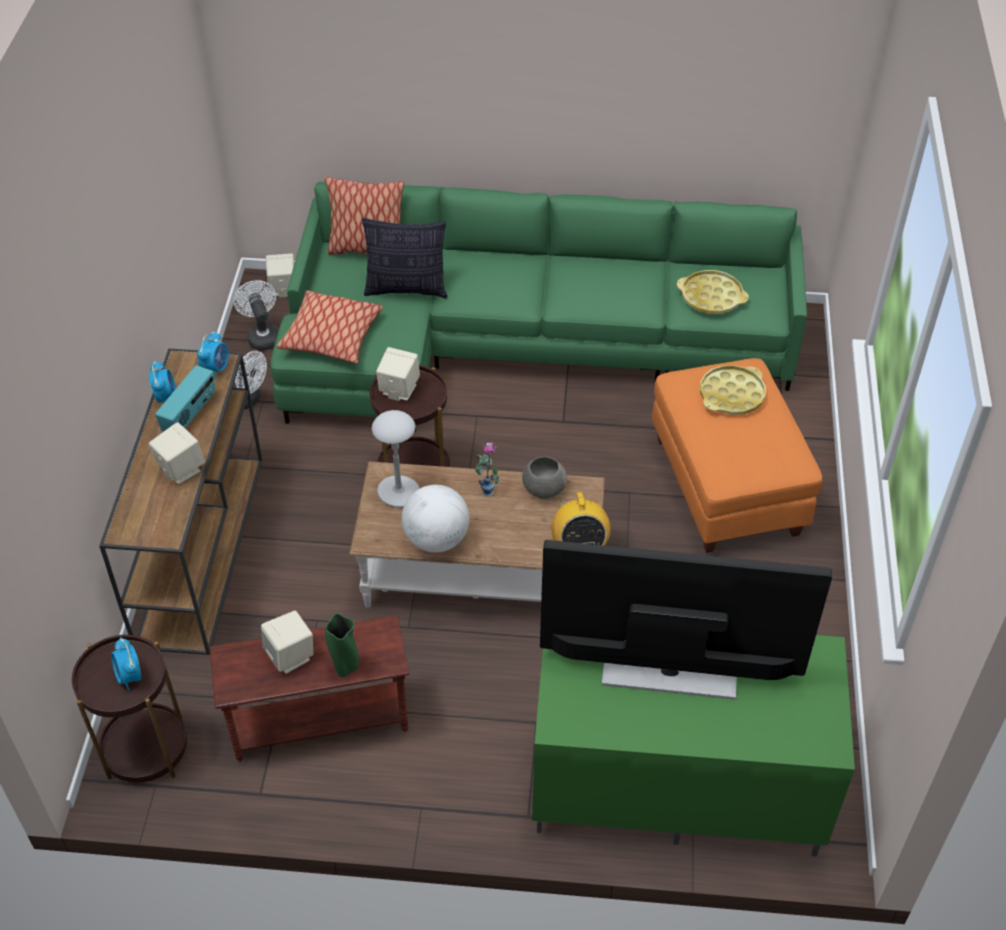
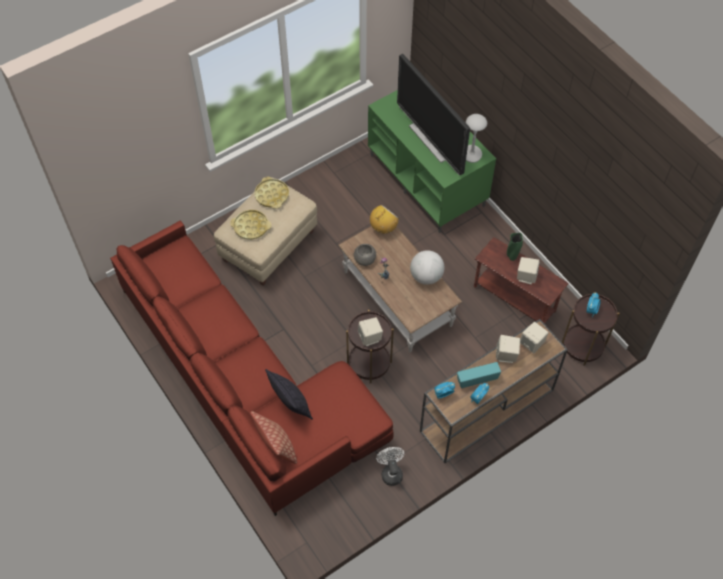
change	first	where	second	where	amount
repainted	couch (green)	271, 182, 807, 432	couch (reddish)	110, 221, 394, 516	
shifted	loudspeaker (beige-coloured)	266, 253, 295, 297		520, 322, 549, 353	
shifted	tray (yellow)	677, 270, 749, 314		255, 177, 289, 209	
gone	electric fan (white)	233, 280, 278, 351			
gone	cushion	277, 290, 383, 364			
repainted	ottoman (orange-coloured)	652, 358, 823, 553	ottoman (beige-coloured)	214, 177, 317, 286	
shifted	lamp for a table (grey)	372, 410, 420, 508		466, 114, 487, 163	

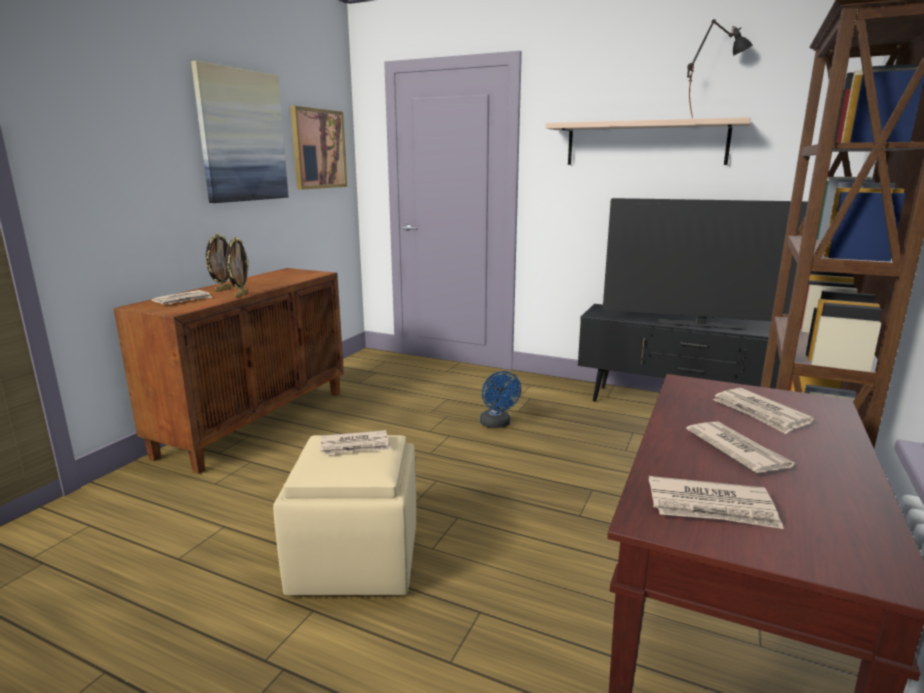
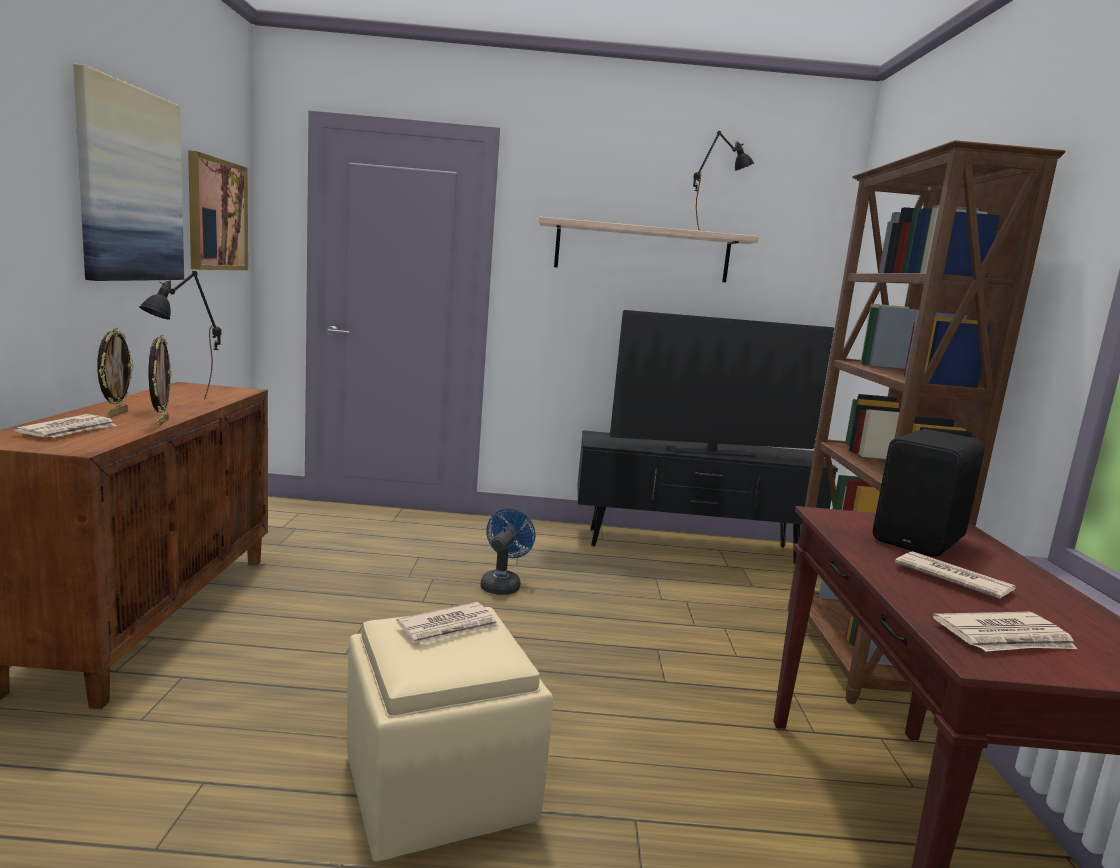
change	first	where	second	where	amount
rotated	electric fan (bluish)	480, 371, 521, 428		481, 508, 535, 595	120 degrees counterclockwise
swapped	newspaper	713, 388, 814, 434	loudspeaker (black)	873, 429, 985, 557	
new			lamp for a table (black)	139, 271, 222, 399	

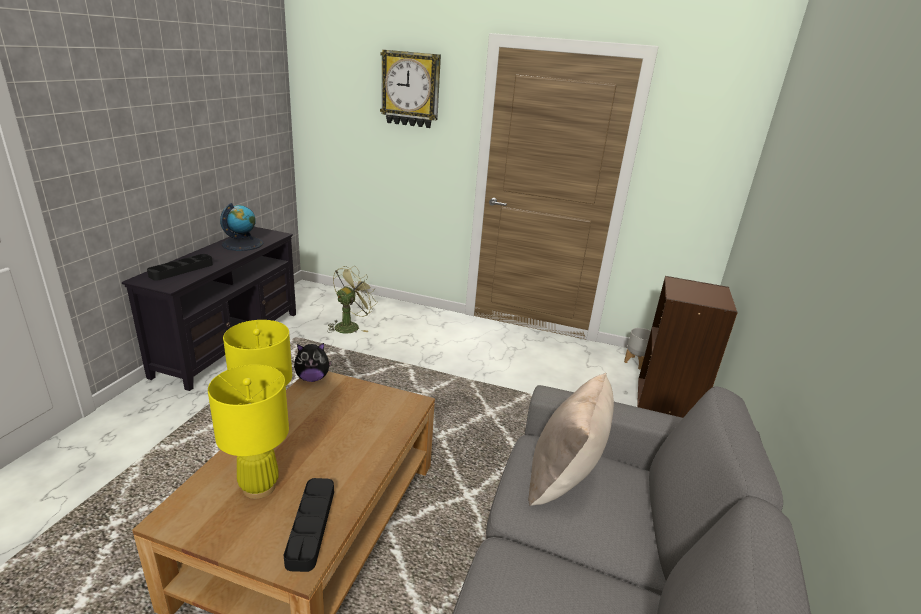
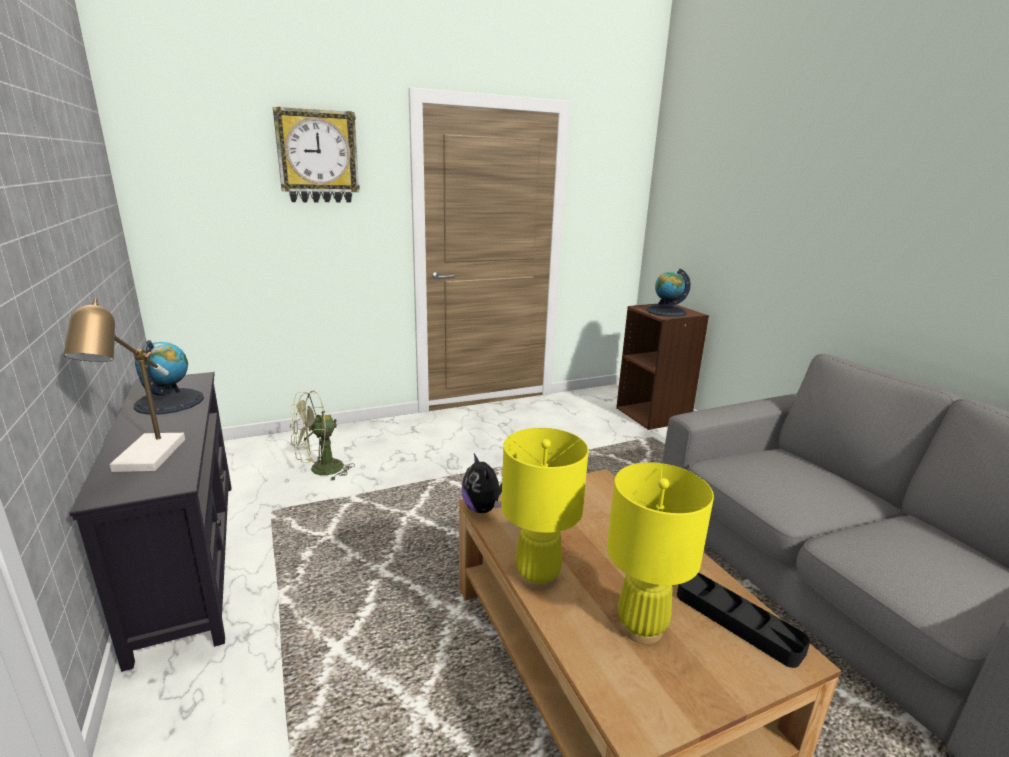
change	first	where	second	where	amount
swapped	tray (black)	147, 254, 213, 281	lamp for a table	63, 298, 185, 472	
rotated	electric fan (green)	327, 266, 377, 334		289, 390, 355, 481	120 degrees counterclockwise
gone	flower pot (grey)	624, 328, 651, 369			
rotated	cuddly toy	294, 343, 332, 382		461, 453, 502, 513	120 degrees clockwise
gone	cushion (beige-coloured)	528, 373, 614, 506			
new			globe	647, 268, 691, 317	

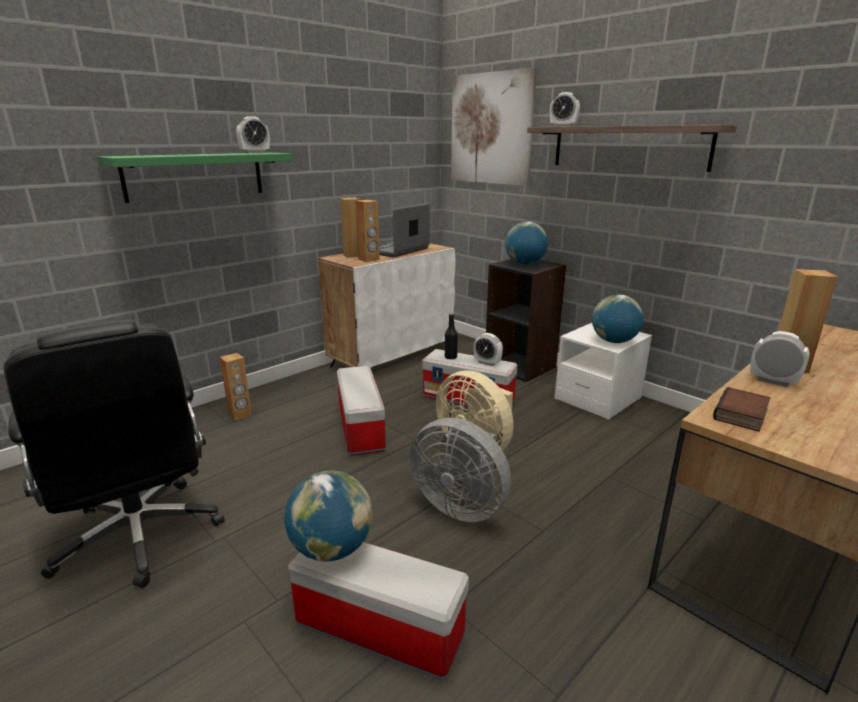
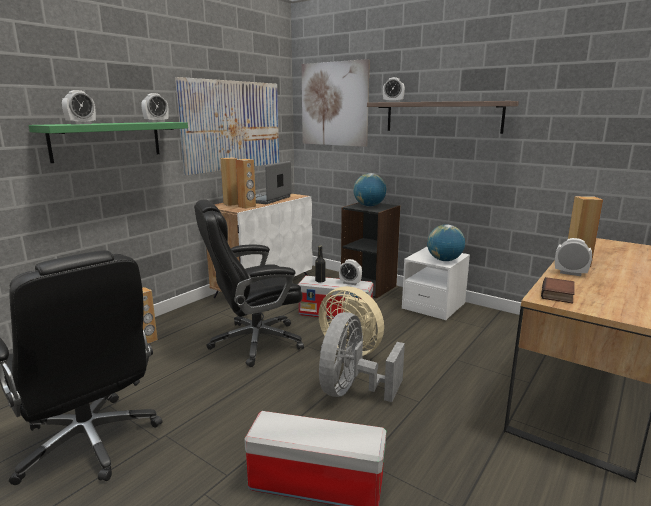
change	first	where	second	where	amount
swapped	storage box	337, 366, 386, 455	office chair (black)	194, 199, 304, 367	
rotated	electric fan (grey)	410, 418, 511, 522		319, 312, 405, 402	90 degrees clockwise
gone	globe	284, 471, 373, 562			
new			wall art	175, 77, 279, 175	
new			bedside clock	62, 90, 96, 124	

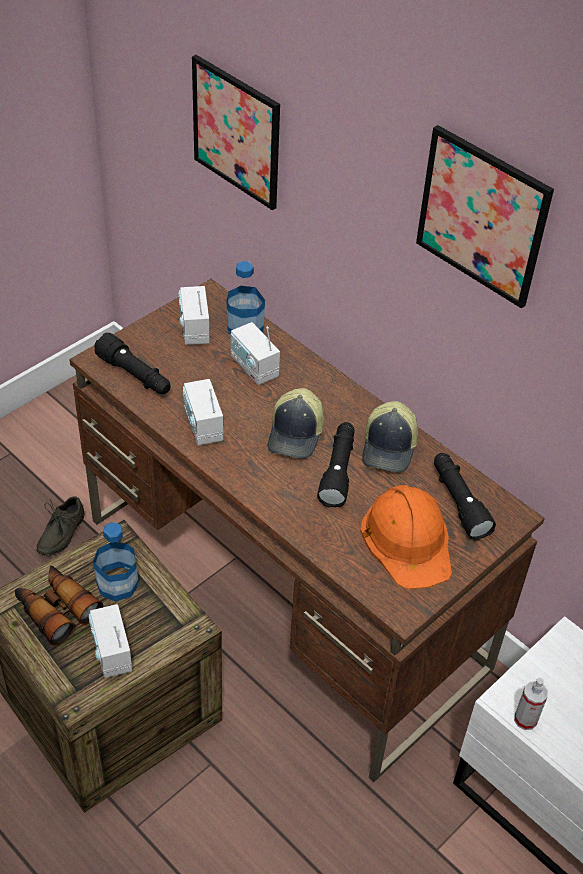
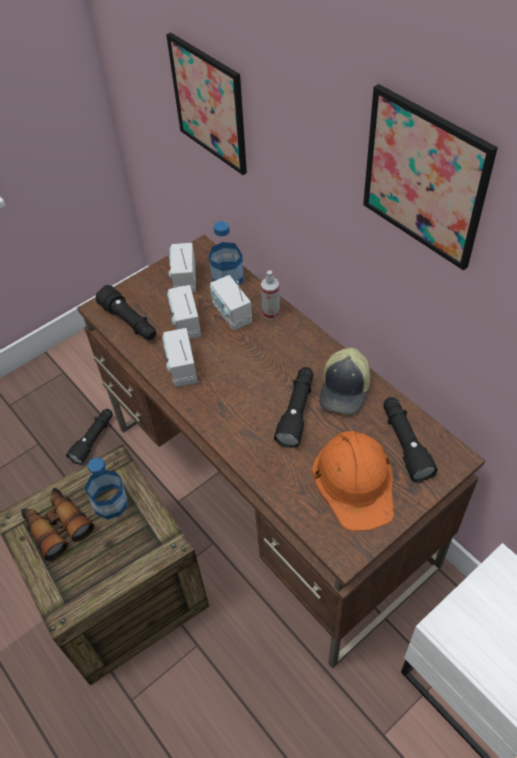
change	first	where	second	where	amount
gone	baseball cap	268, 388, 324, 459			
swapped	item of footwear (grey)	36, 496, 84, 556	torch (black)	66, 409, 113, 465	
shifted	radio	89, 604, 132, 678		167, 285, 201, 339	
shifted	sprayer	514, 678, 548, 730		261, 270, 280, 320	

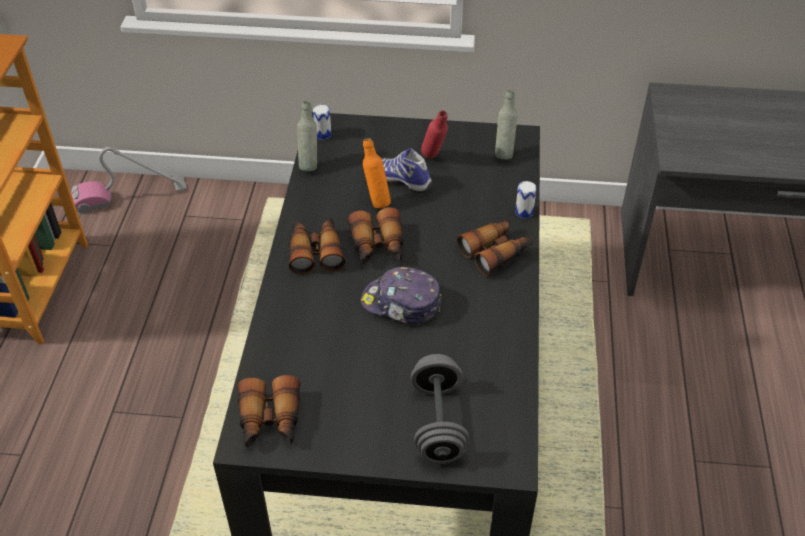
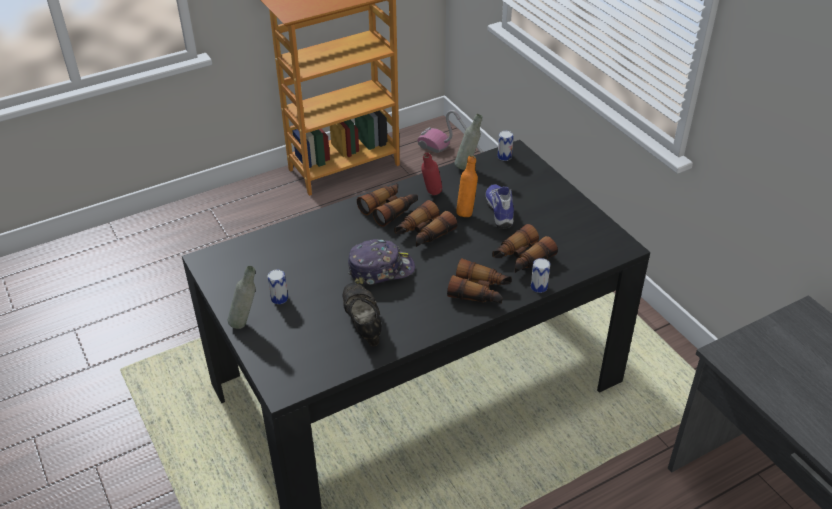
change	first	where	second	where	amount
shifted	drink bottle (grey)	495, 90, 518, 160		228, 266, 256, 329	
shifted	drink bottle (reddish)	421, 110, 448, 159		421, 152, 442, 195	
rotated	baseball cap	361, 267, 442, 324		348, 239, 415, 285	90 degrees clockwise
gone	dumbbell (grey)	411, 354, 469, 464			
shifted	binoculars	237, 375, 301, 447		492, 224, 558, 273	
new			metal can	267, 270, 288, 304	
new			item of footwear (black)	343, 283, 382, 347	

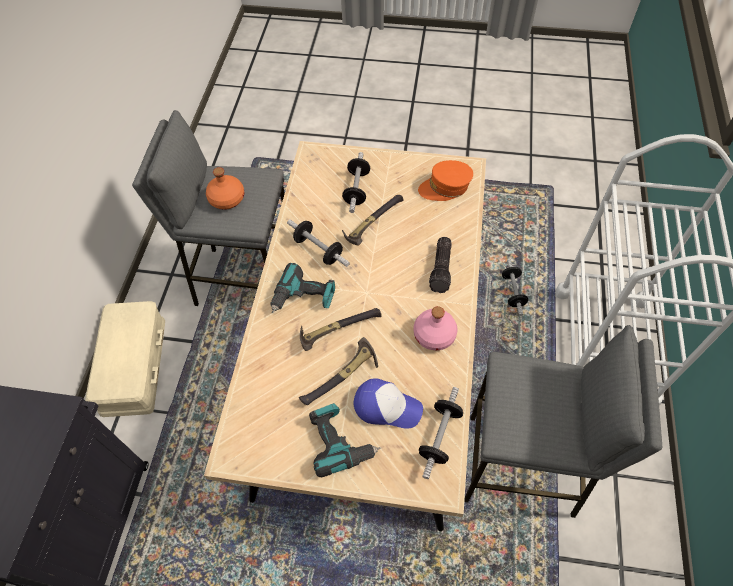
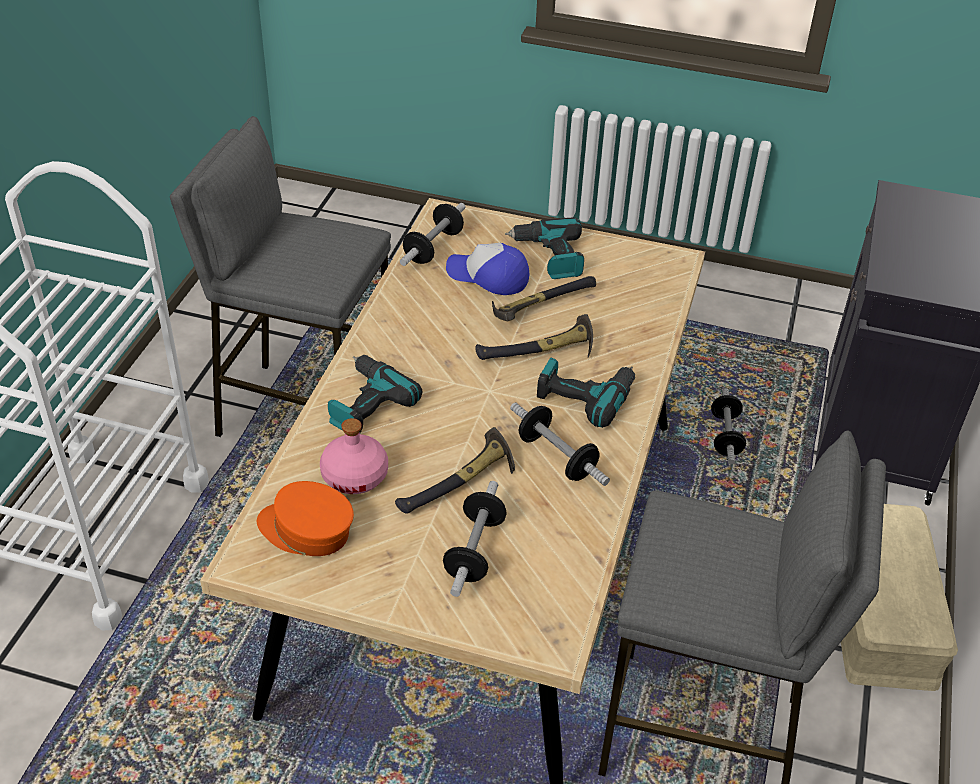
change	first	where	second	where	amount
rotated	baseball cap (orange-coloured)	418, 160, 473, 201		257, 481, 354, 556	150 degrees counterclockwise
gone	drink bottle (orange-coloured)	206, 167, 244, 210			
swapped	torch	429, 237, 452, 293	electric drill	328, 355, 422, 433	
shifted	dumbbell	502, 259, 528, 316		711, 388, 746, 464	
shifted	drink bottle (pink)	414, 306, 458, 350		320, 418, 388, 494	

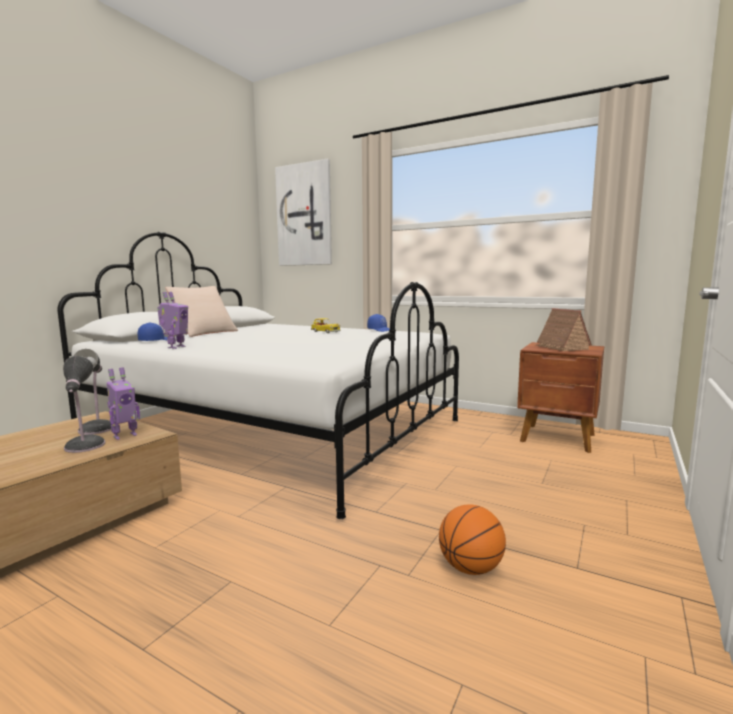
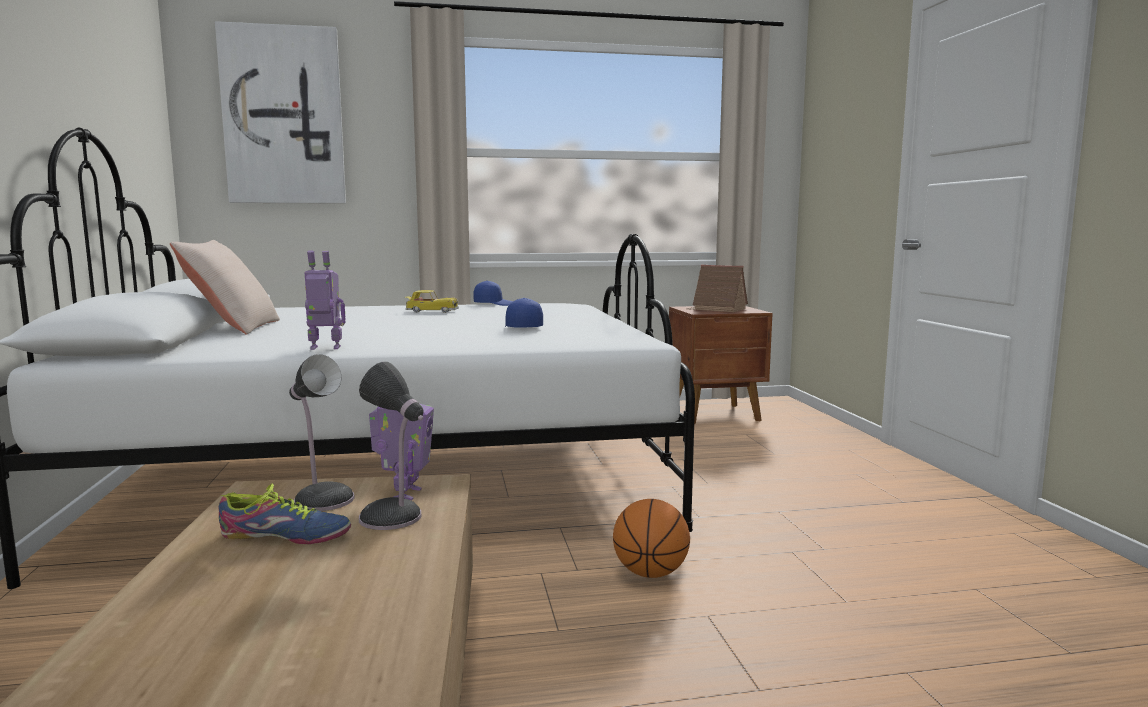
change	first	where	second	where	amount
rotated	toy robot	157, 292, 188, 349		305, 250, 346, 350	75 degrees counterclockwise
shifted	baseball cap (bluish)	138, 323, 167, 341		505, 298, 543, 328	
shifted	basketball	439, 504, 506, 575		613, 499, 690, 578	
new			item of footwear	219, 483, 351, 544	

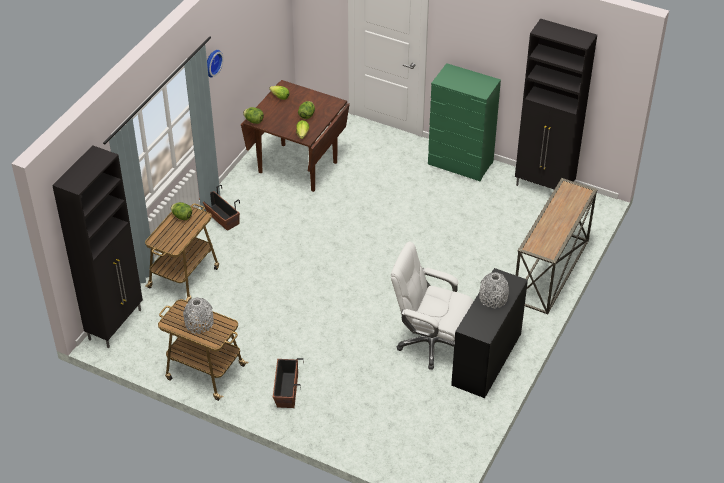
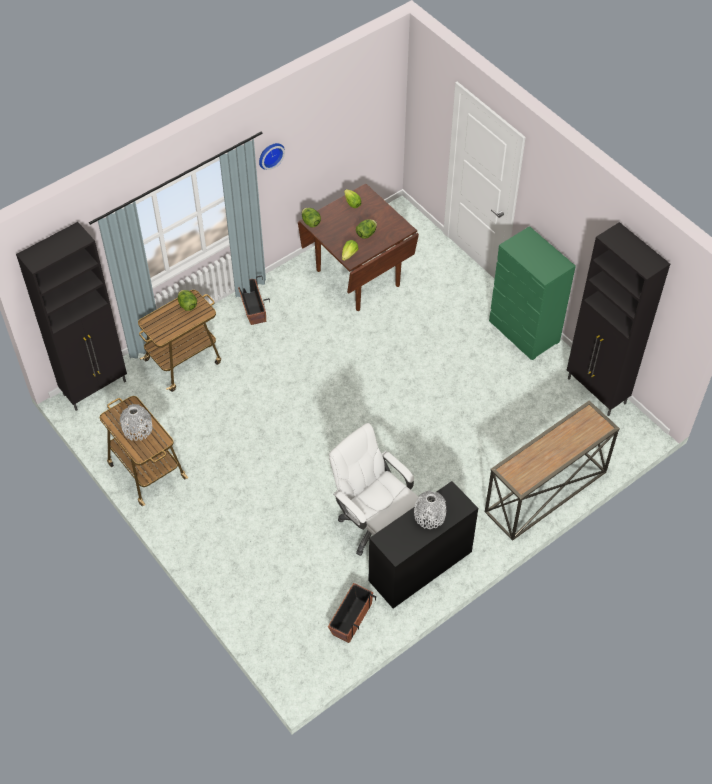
change	first	where	second	where	amount
shifted	flower pot	273, 358, 303, 408		328, 583, 376, 643	

